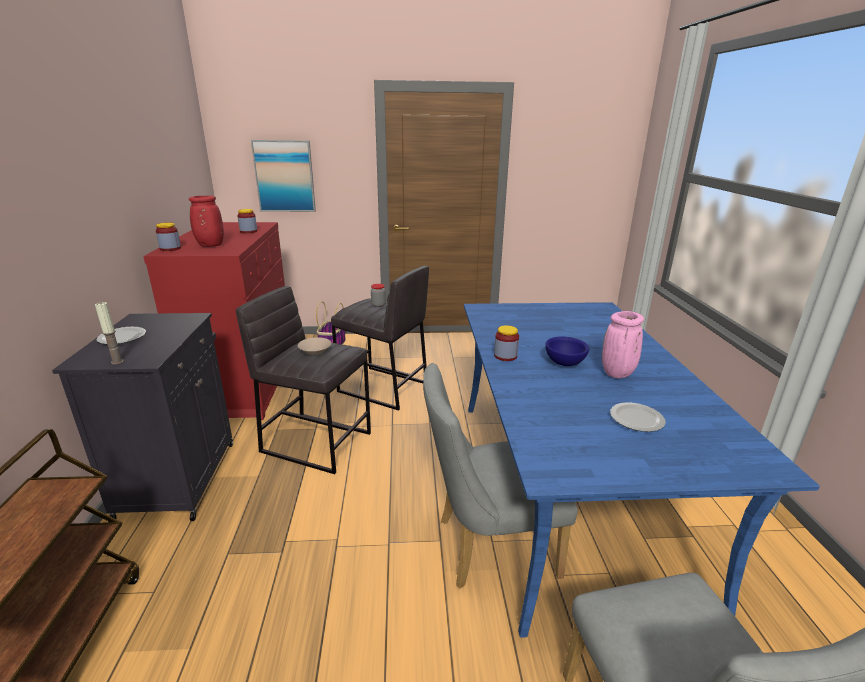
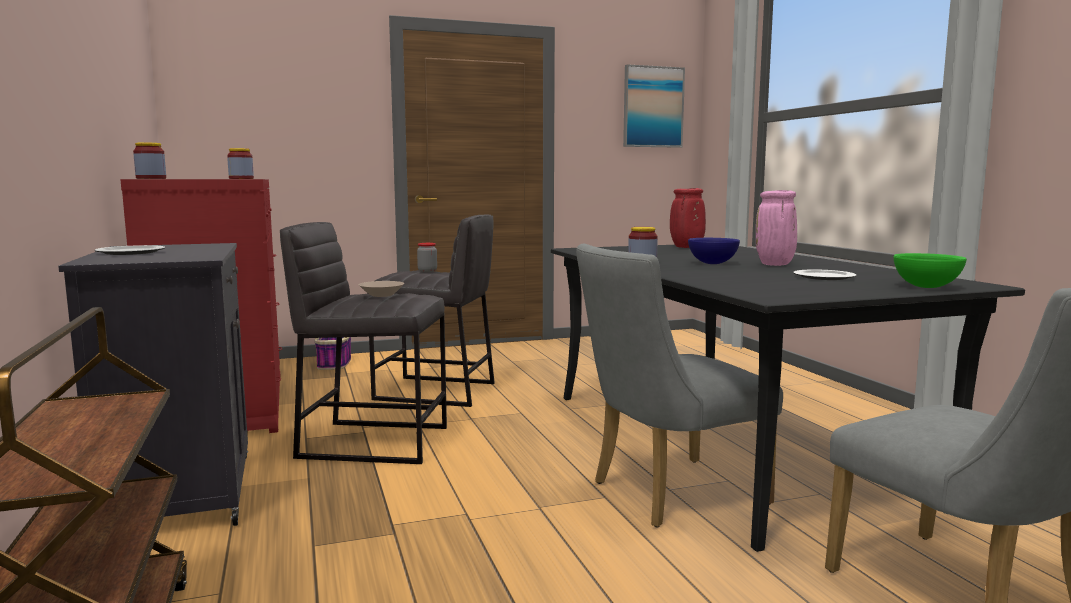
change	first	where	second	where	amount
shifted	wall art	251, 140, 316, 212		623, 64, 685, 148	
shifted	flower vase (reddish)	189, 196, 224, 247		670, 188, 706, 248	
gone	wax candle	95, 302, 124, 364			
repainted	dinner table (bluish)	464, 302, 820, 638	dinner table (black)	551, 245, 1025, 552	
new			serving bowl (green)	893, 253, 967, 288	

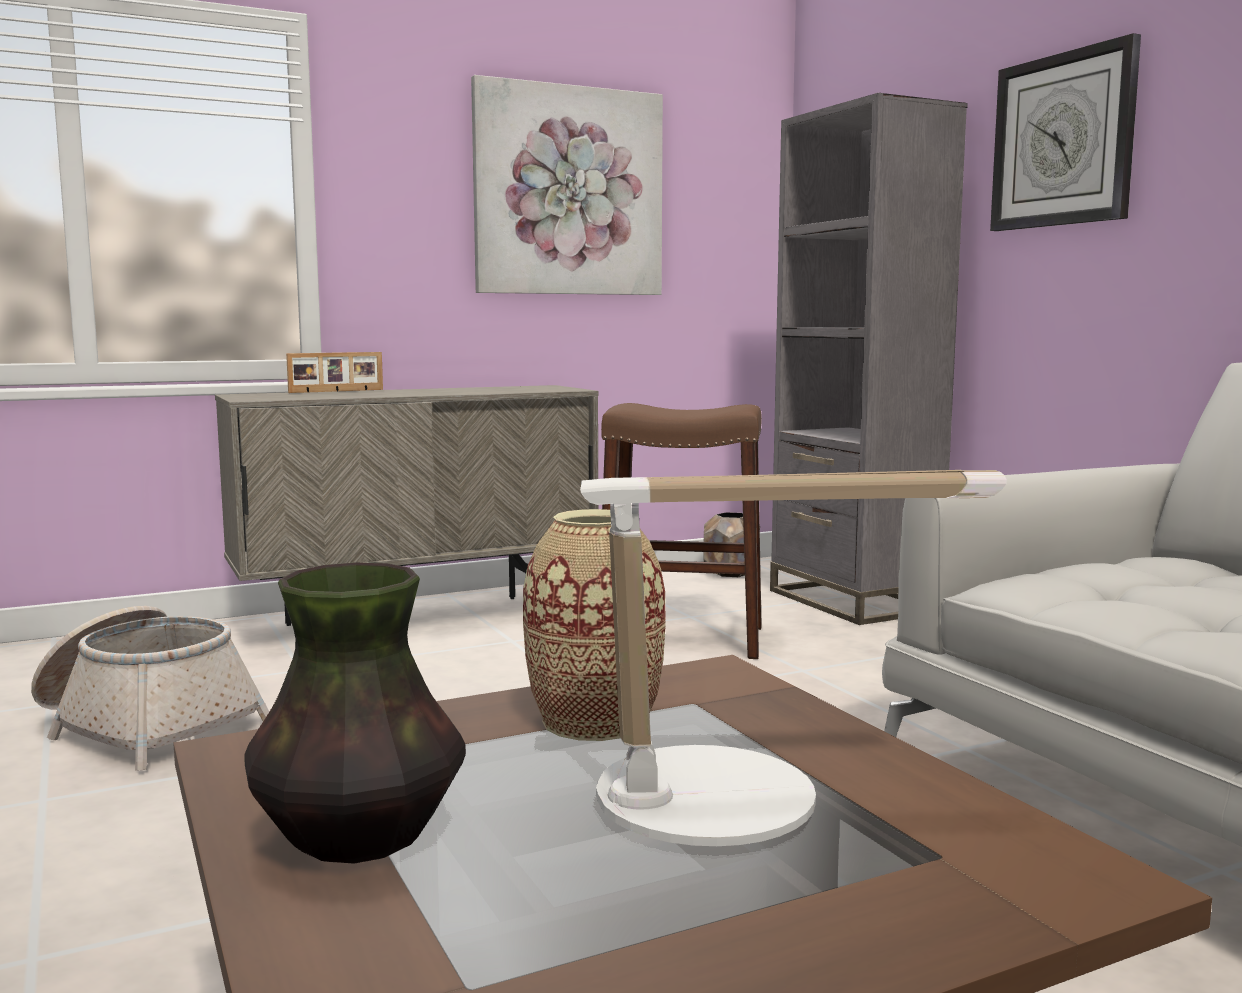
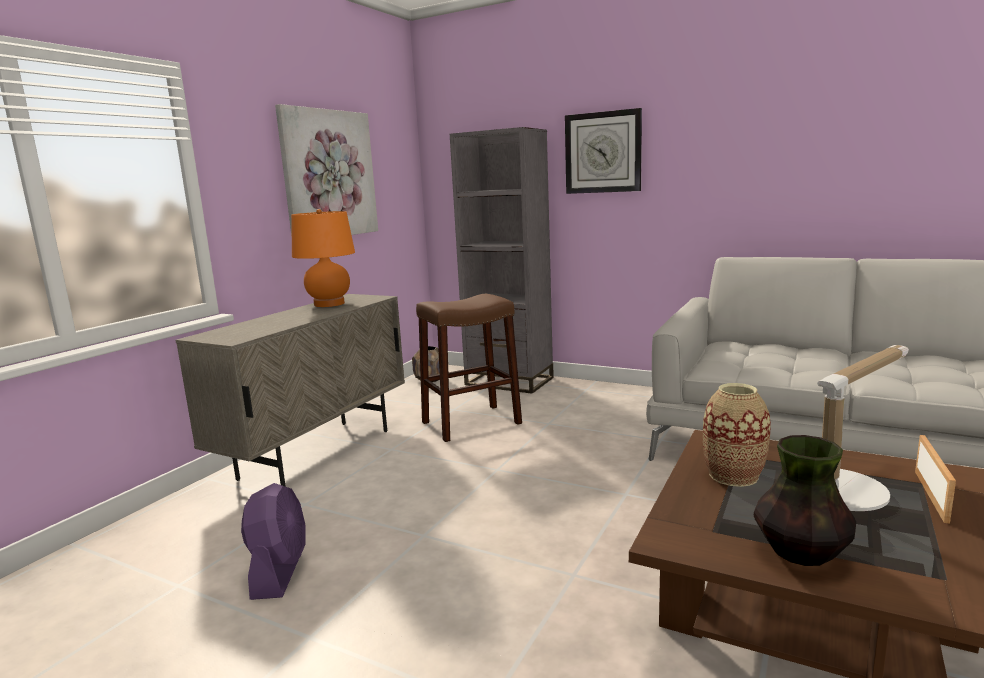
change	first	where	second	where	amount
shifted	standing frame	286, 352, 383, 393		915, 435, 956, 524	
swapped	household basket	31, 606, 269, 771	electric fan (purple-coloured)	241, 483, 305, 600	
new			lamp for a table (orange-coloured)	291, 209, 355, 307	

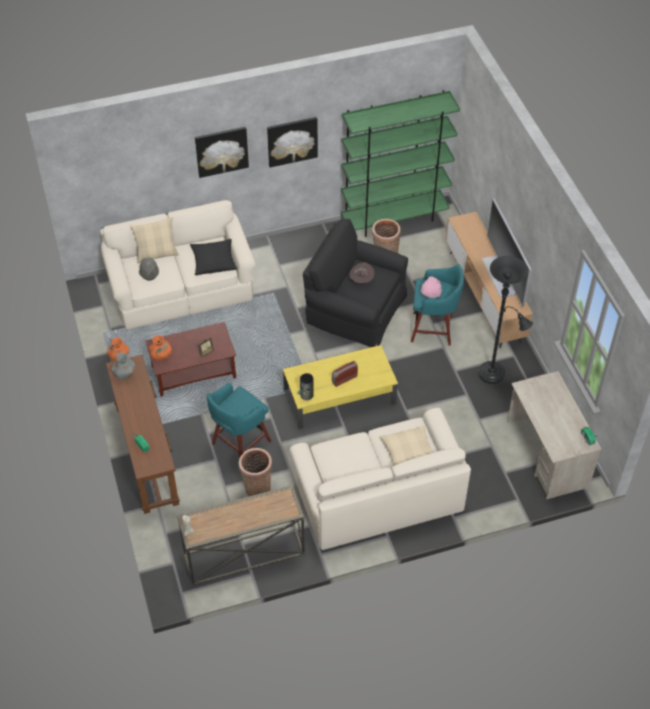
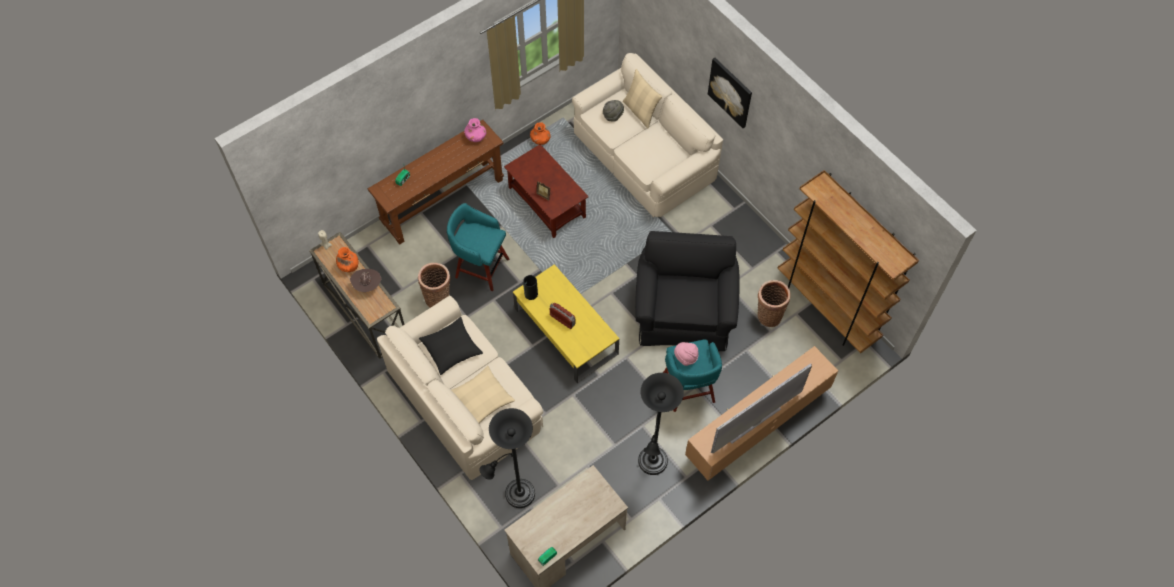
change	first	where	second	where	amount
repainted	shelving unit (green)	341, 90, 460, 237	shelving unit (brown)	777, 170, 919, 353	
gone	wall art	267, 117, 318, 168			
shifted	cushion (black)	190, 239, 237, 275		419, 317, 483, 375	
shifted	clothing hat (brown)	349, 263, 374, 283		350, 269, 381, 292	
shifted	flower vase (orange-coloured)	149, 335, 172, 361		336, 247, 358, 272	
repainted	flower vase (grey)	111, 353, 135, 380	flower vase (pink)	464, 118, 486, 142	
new			standing lamp (black)	479, 408, 535, 508	

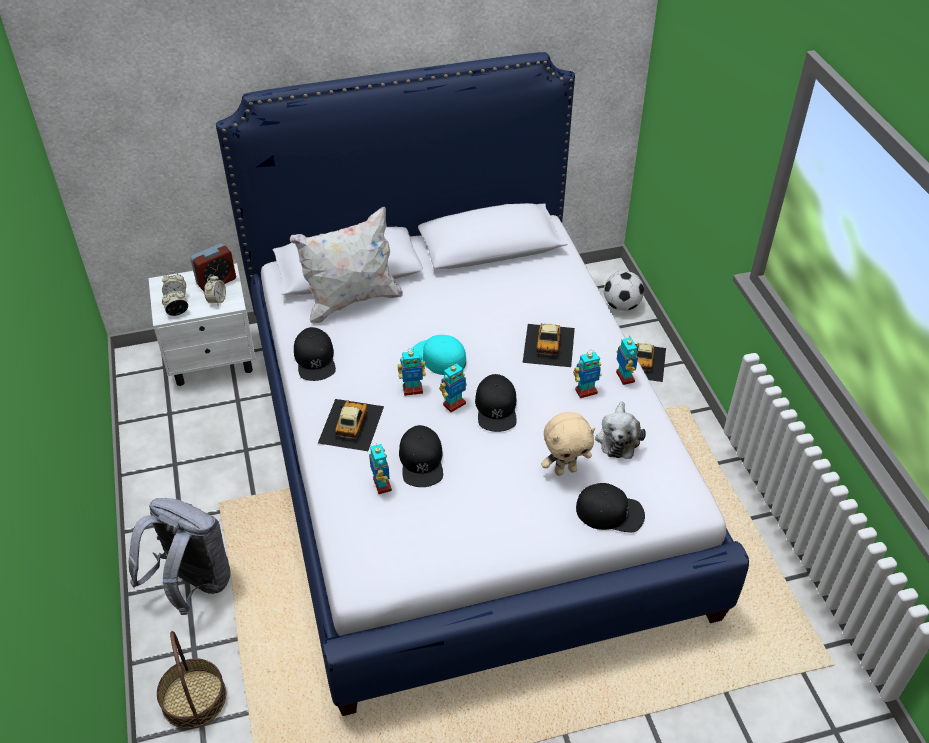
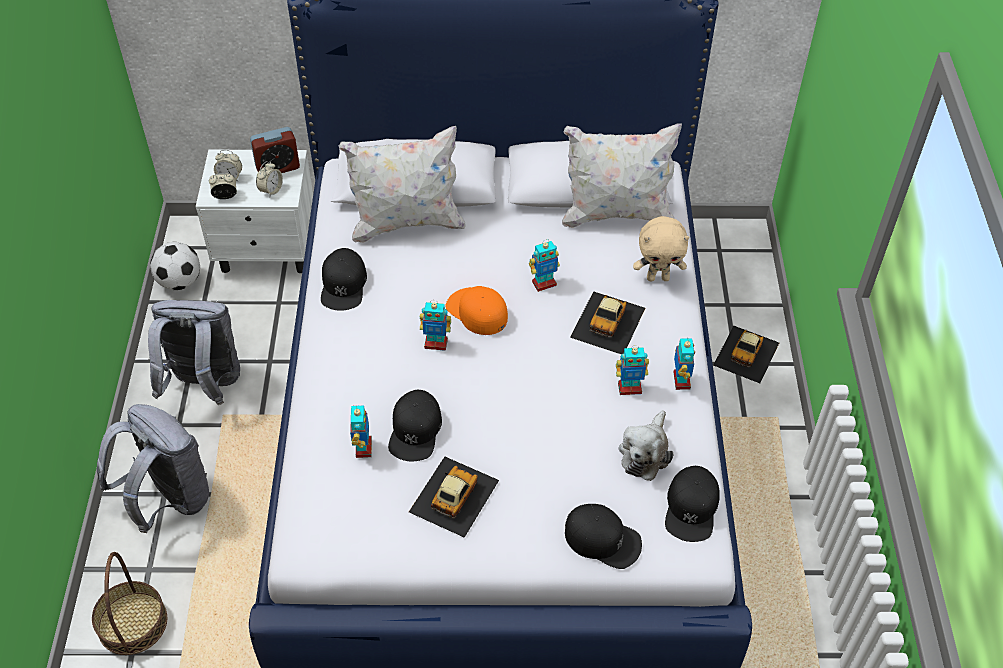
change	first	where	second	where	amount
shifted	football ball	604, 271, 644, 311		150, 242, 200, 290	
repainted	baseball cap (blue-green)	411, 335, 466, 375	baseball cap (orange-coloured)	445, 286, 508, 335	
shifted	toy robot	439, 362, 467, 412		529, 239, 560, 292	
shifted	baseball cap (black)	475, 374, 517, 432		665, 466, 720, 542	
shifted	miniature car	318, 399, 384, 451		409, 457, 499, 538	
shifted	cuddly toy (beige-coloured)	541, 412, 595, 476		633, 216, 689, 281	
new			cushion (white)	562, 124, 682, 228	
new			backpack (grey)	148, 300, 240, 405	

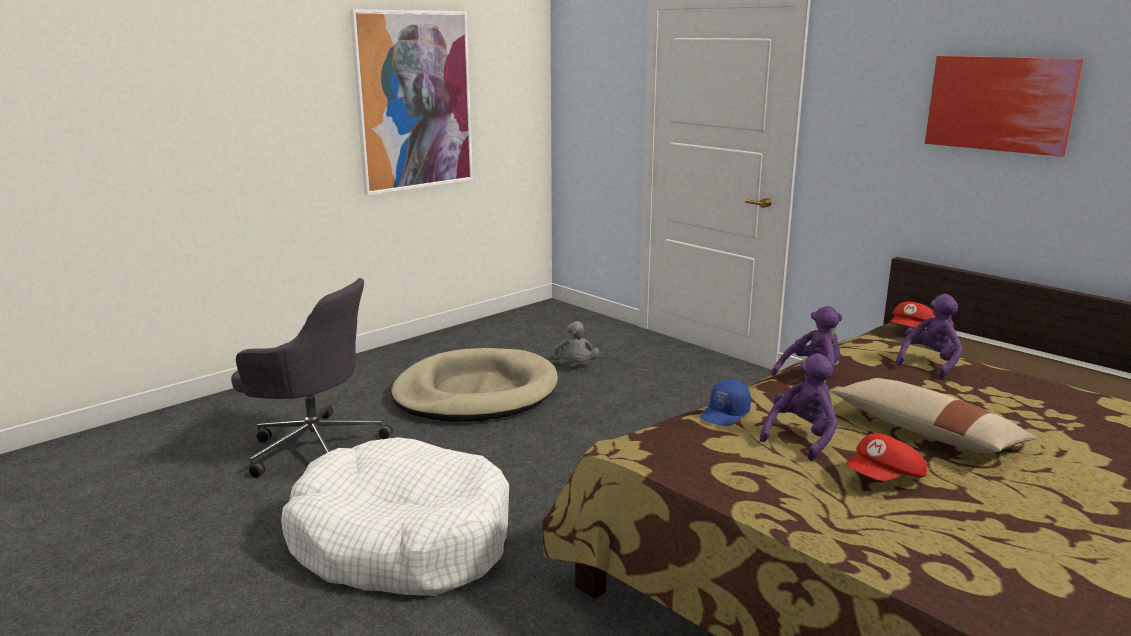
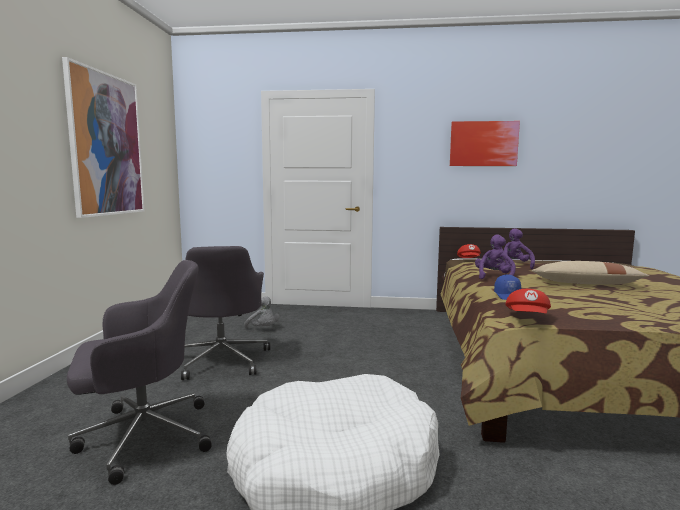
change	first	where	second	where	amount
swapped	dog bed (beige-coloured)	391, 348, 558, 422	office chair (grey)	181, 246, 270, 380	
gone	cuddly toy (purple-coloured)	759, 353, 837, 461			
shifted	baseball cap (reddish)	846, 433, 927, 481		505, 289, 551, 314	

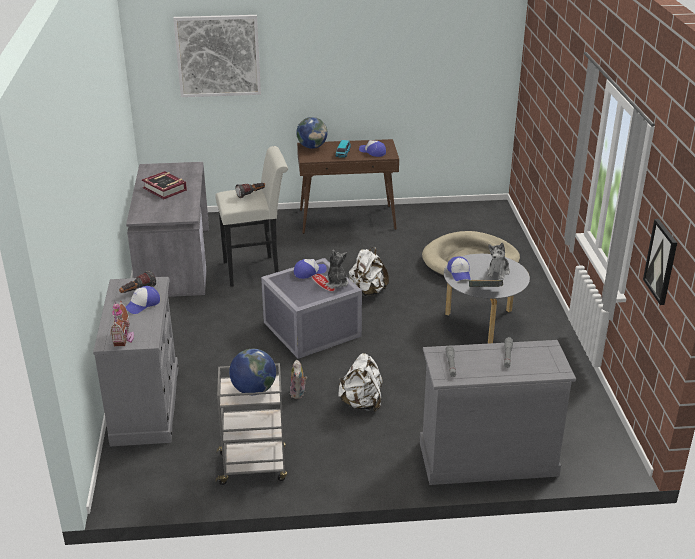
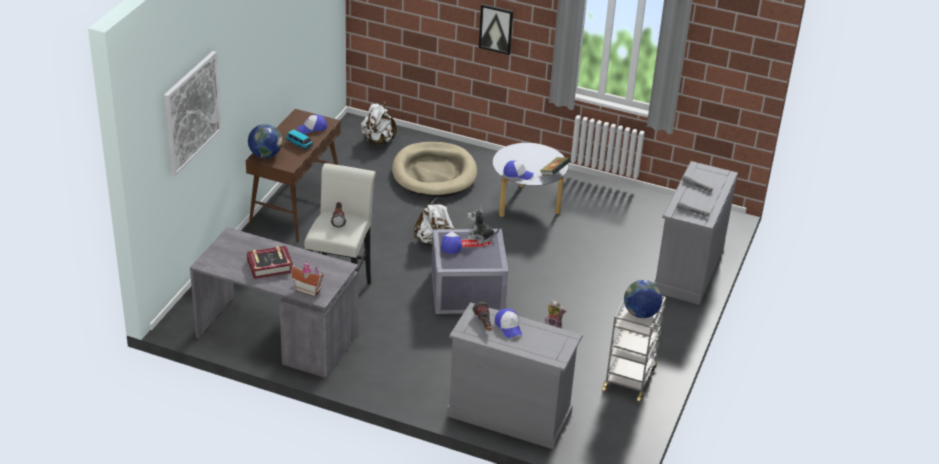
change	first	where	second	where	amount
shifted	wall art	643, 219, 677, 305		479, 4, 513, 55	
gone	cuddly toy	487, 243, 510, 280			
shifted	toy house	110, 301, 134, 347		290, 261, 324, 297	
shifted	backpack (white)	338, 353, 383, 412		361, 102, 397, 146	

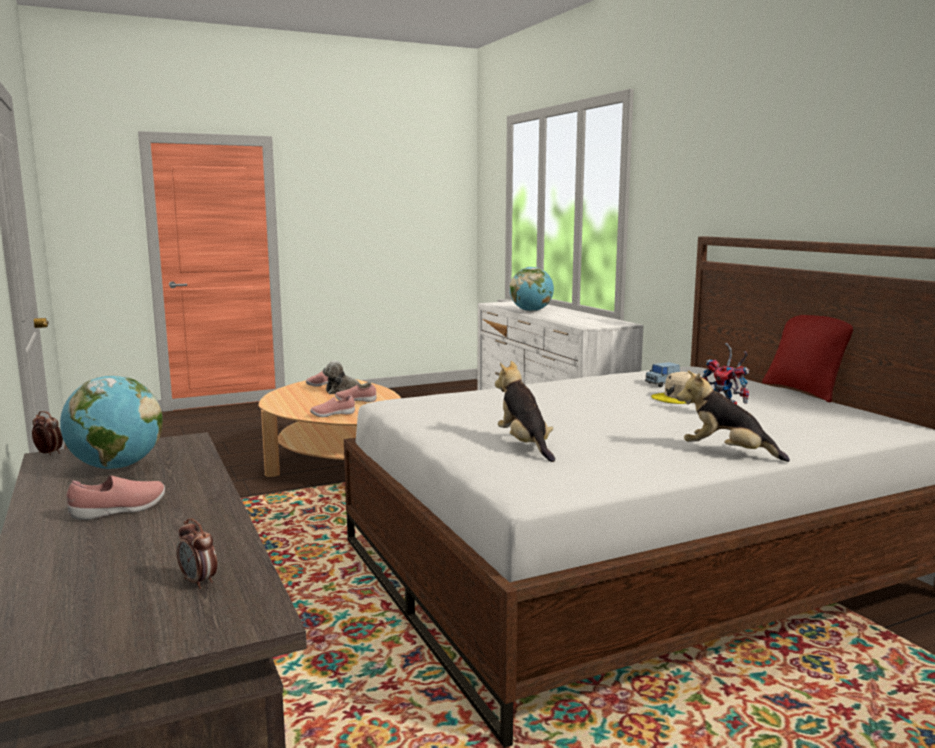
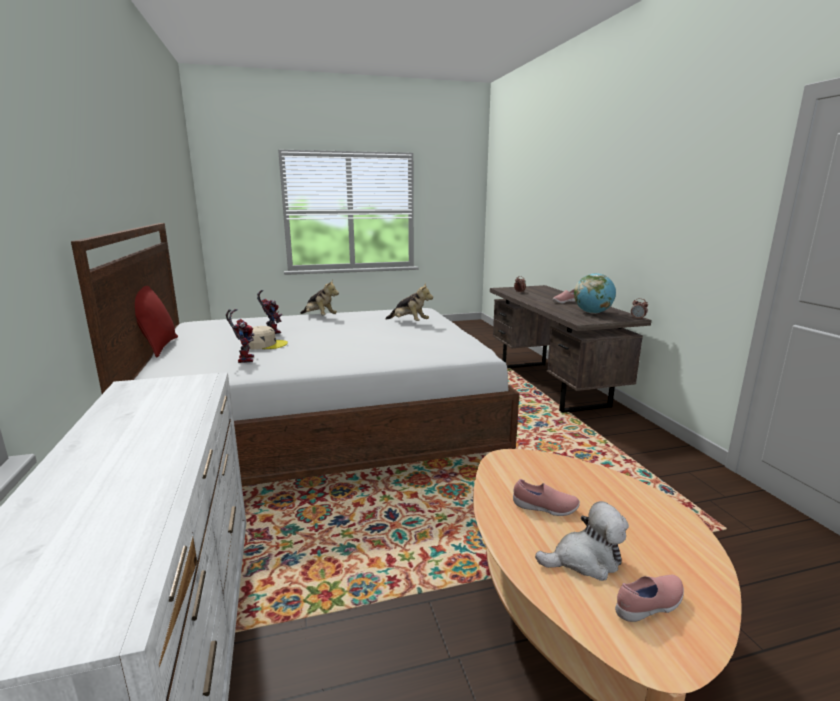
change	first	where	second	where	amount
gone	globe	510, 267, 554, 312			
rotated	cuddly toy	495, 361, 555, 462		385, 283, 433, 321	45 degrees counterclockwise
swapped	miniature car (bluish)	645, 362, 680, 387	toy robot	226, 309, 254, 363	
gone	item of footwear (pink)	310, 395, 355, 417			

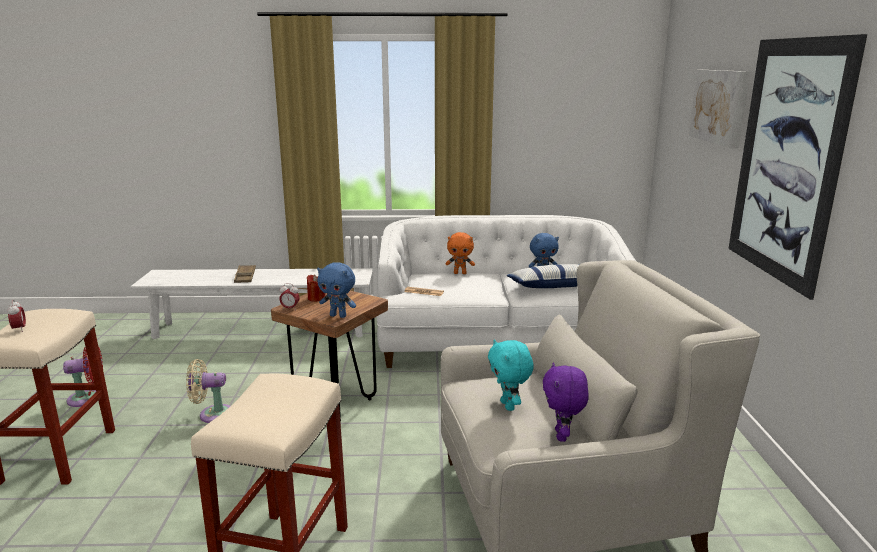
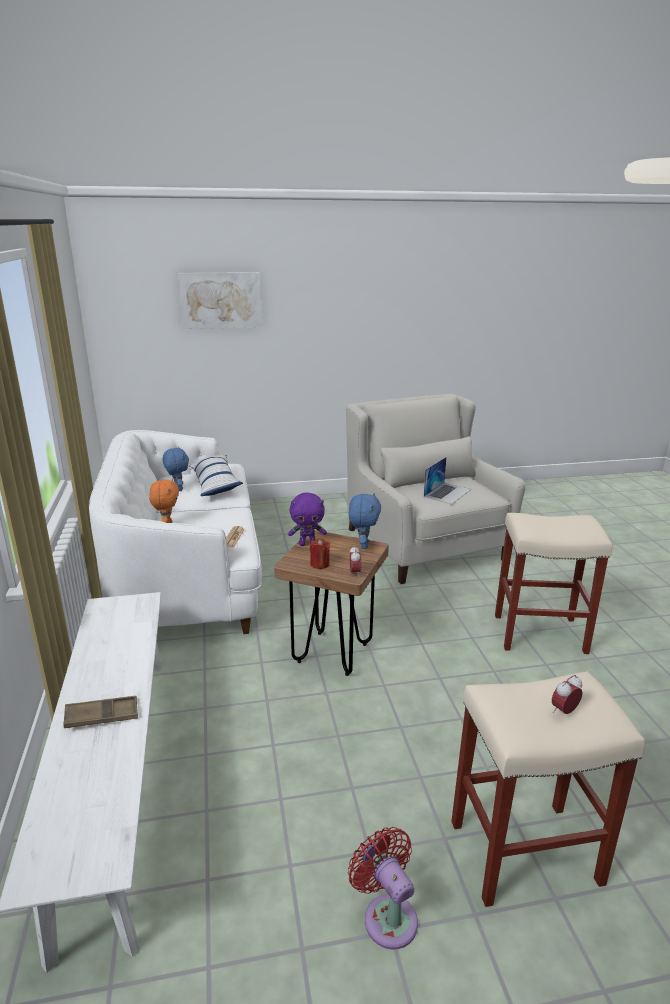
change	first	where	second	where	amount
gone	wall art	728, 34, 867, 300			
swapped	cuddly toy (blue-green)	488, 339, 534, 411	portable computer	424, 457, 471, 504	
gone	electric fan (beige-coloured)	186, 359, 230, 423			
shifted	cuddly toy (purple-coloured)	543, 362, 589, 442		288, 493, 327, 546	

